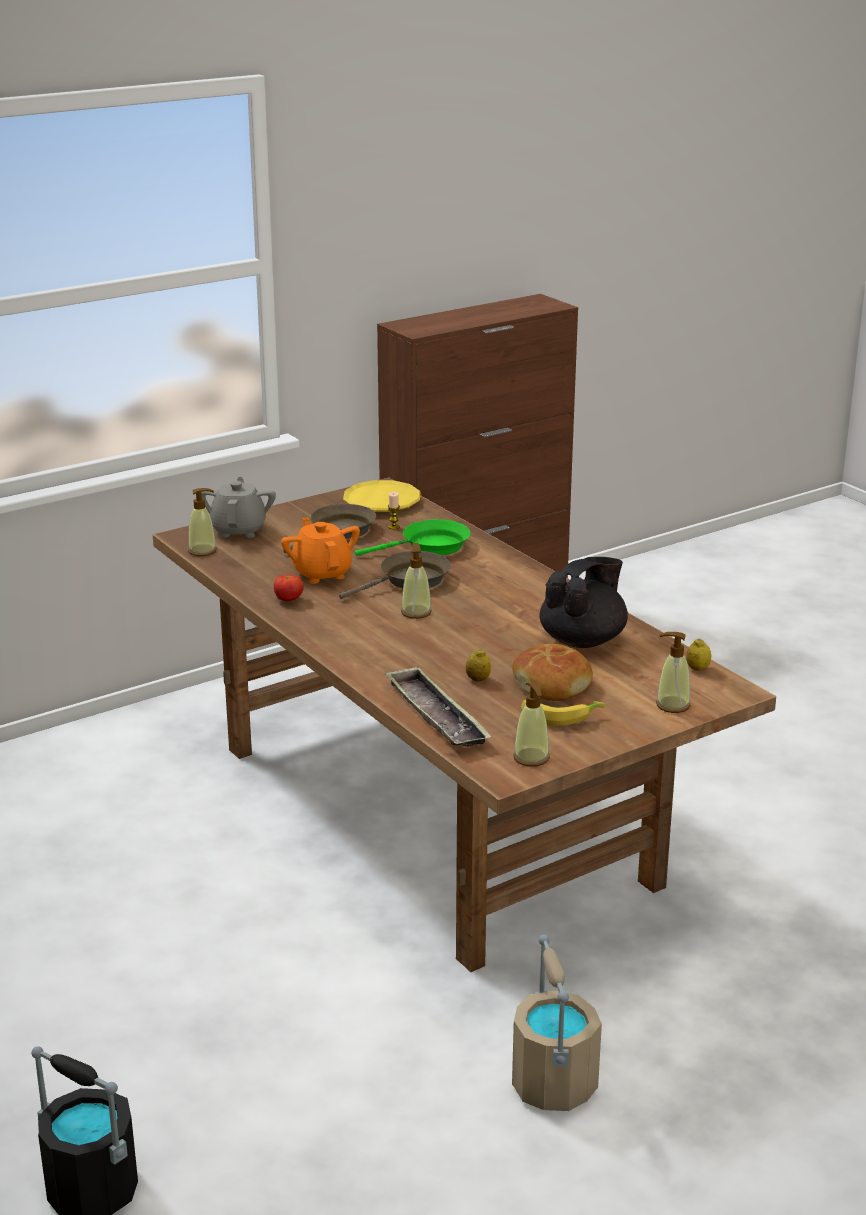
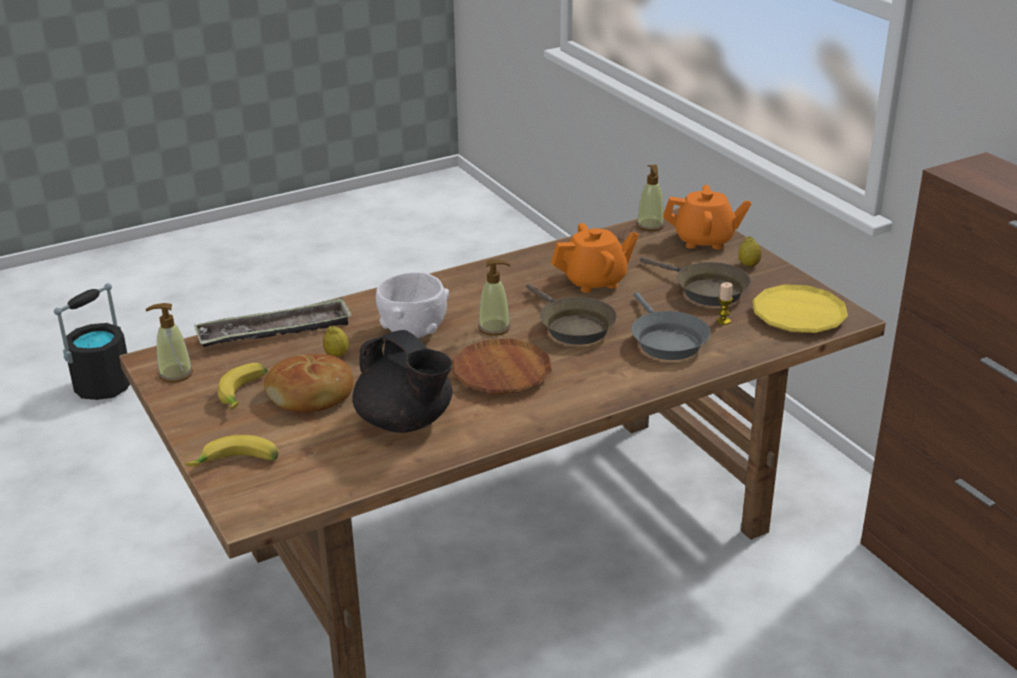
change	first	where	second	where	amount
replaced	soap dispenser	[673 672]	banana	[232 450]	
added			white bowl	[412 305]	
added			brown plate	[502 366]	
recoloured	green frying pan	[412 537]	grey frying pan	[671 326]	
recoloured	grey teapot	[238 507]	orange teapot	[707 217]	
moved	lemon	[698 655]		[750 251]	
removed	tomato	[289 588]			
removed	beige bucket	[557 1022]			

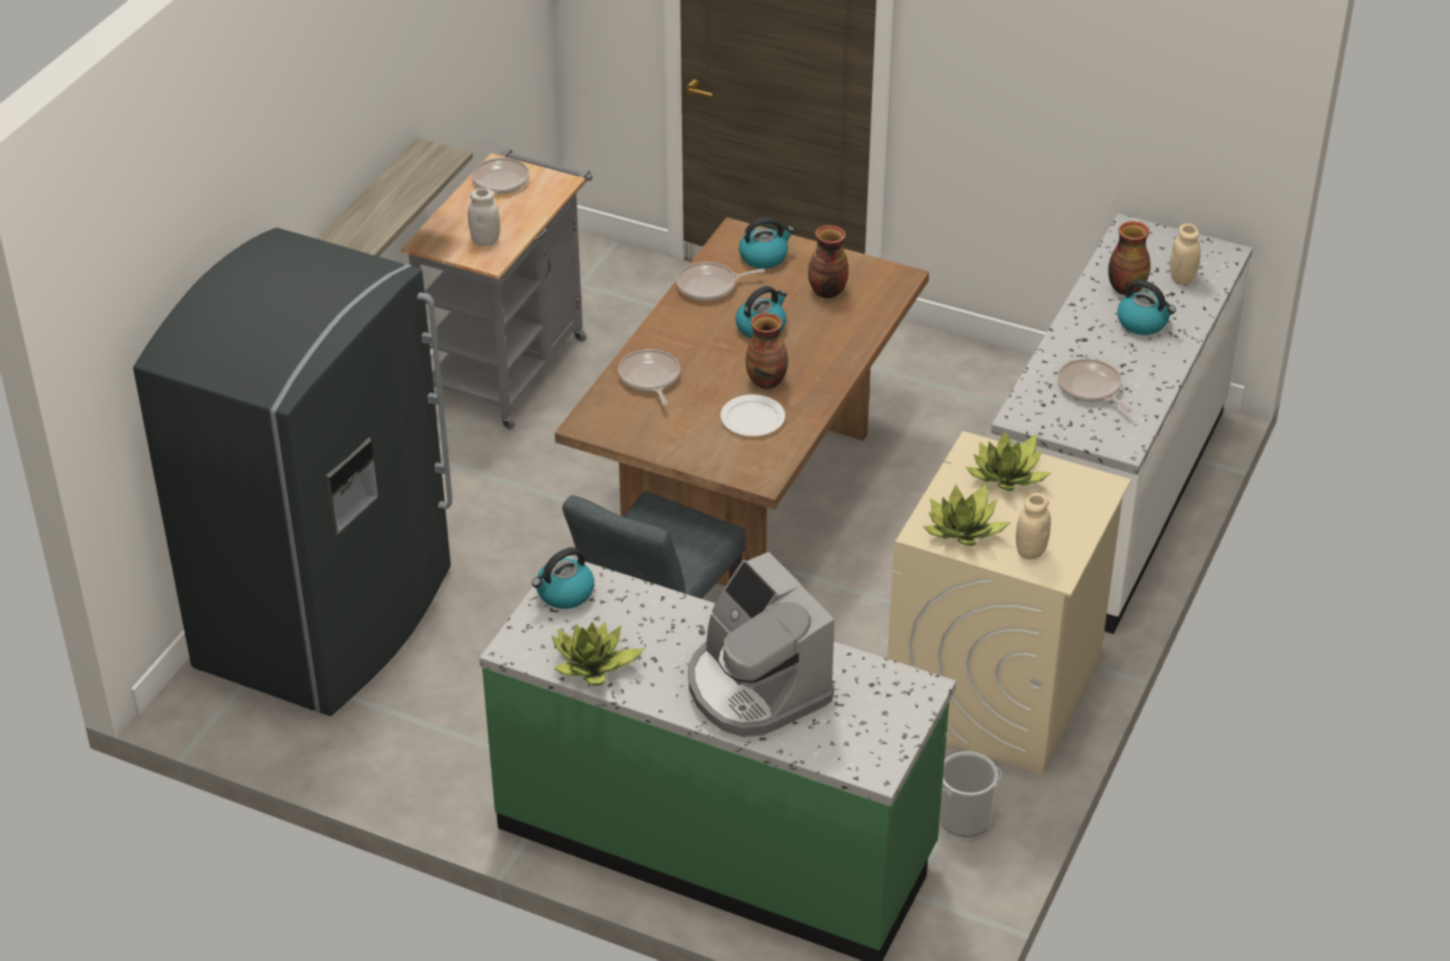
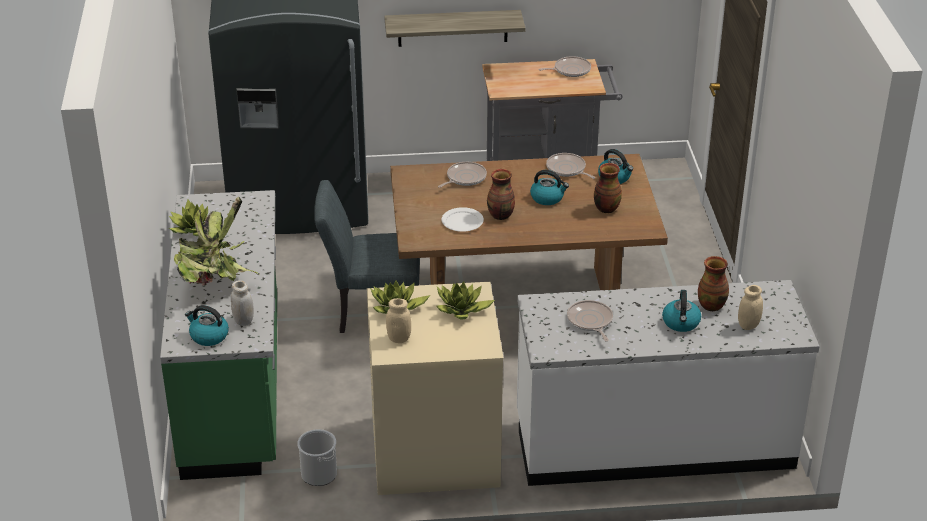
change	first	where	second	where	amount
replaced	coffee machine	[761 644]	potted plant	[216 241]	
moved	kettle	[563 578]		[207 325]	
moved	white jar	[484 217]		[242 303]	
turned	frying pan	[1094 385]		[590 320]	45 degrees counterclockwise

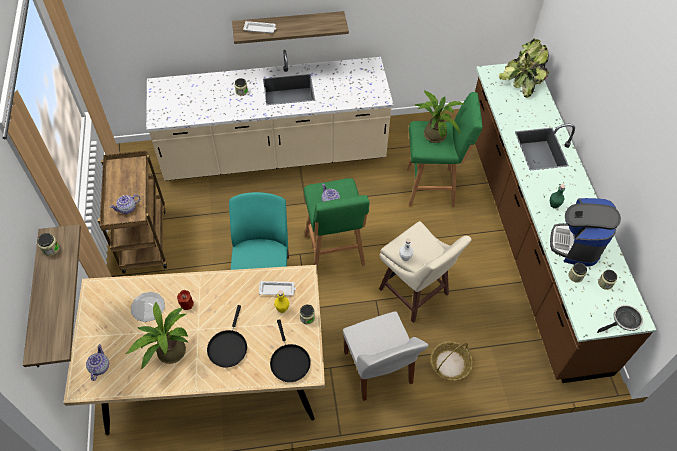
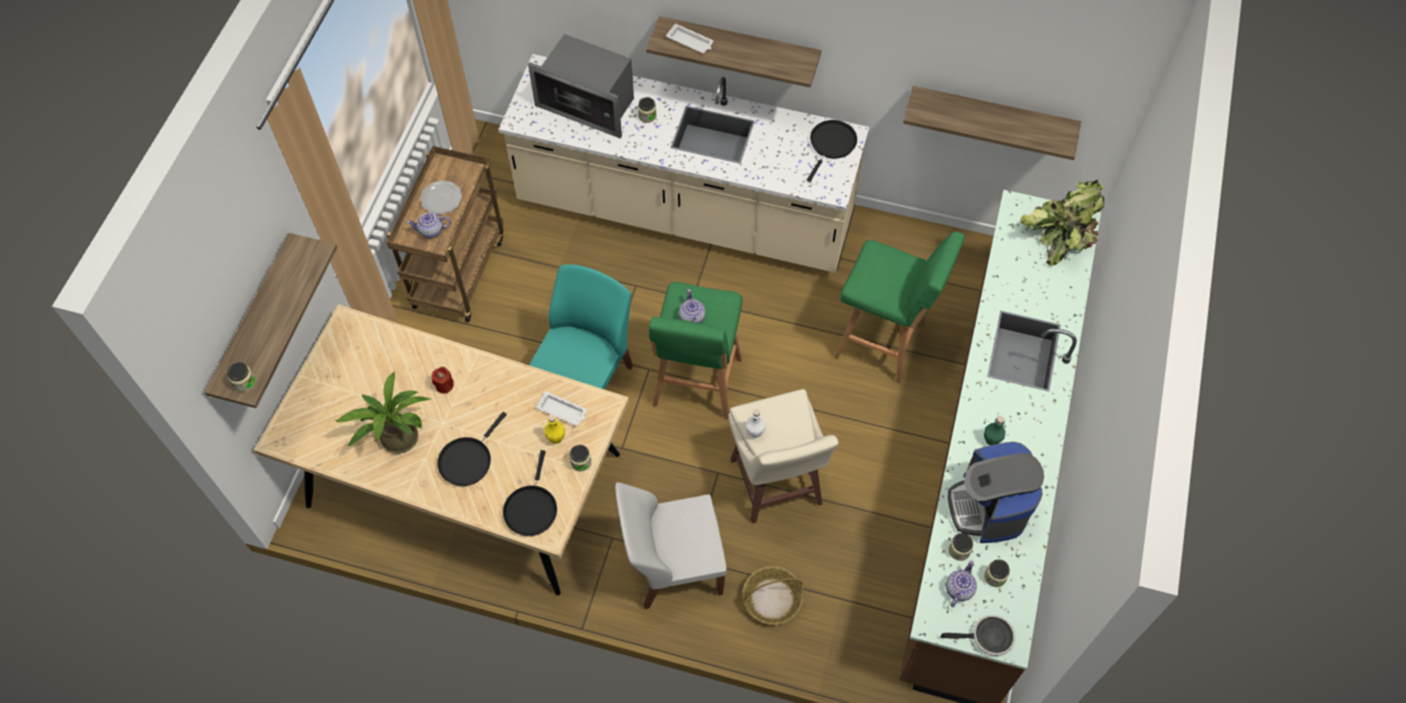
change	first	where	second	where	amount
moved	jar	[48 244]		[241 377]	
moved	plate	[148 307]		[441 197]	
added			microwave	[581 86]	
turned	white chair	[386 356]		[671 545]	75 degrees clockwise
added			black frying pan	[832 151]	
added			shelf	[992 123]	
moved	teapot	[97 362]		[961 583]	
turned	coffee machine	[585 232]		[996 492]	45 degrees counterclockwise
removed	potted plant	[440 117]			

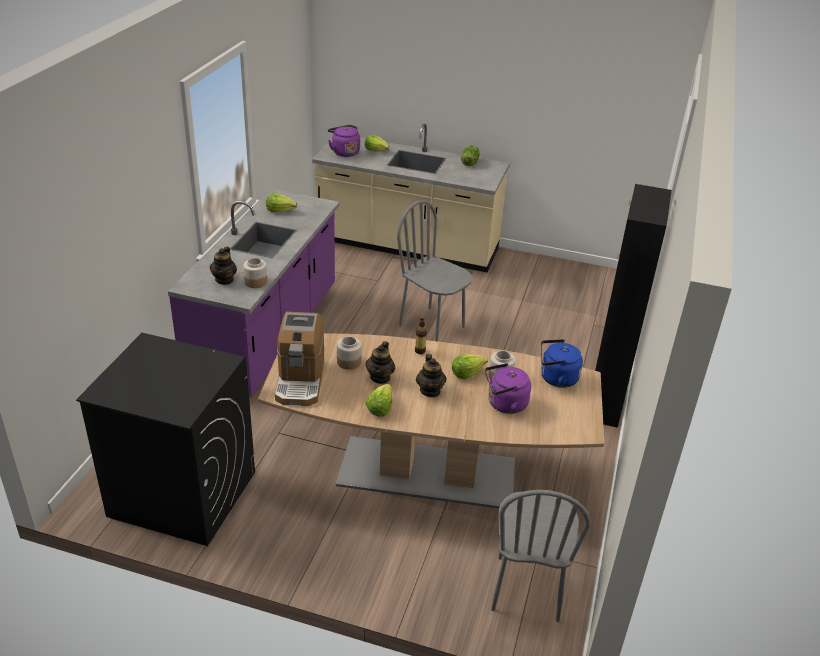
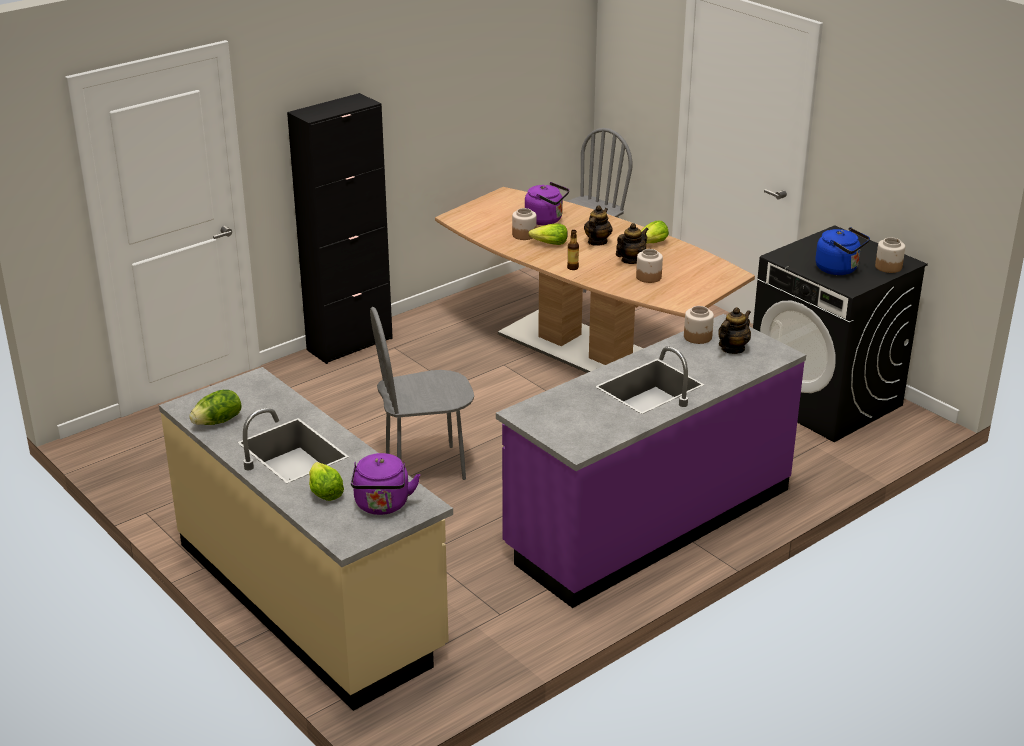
change	first	where	second	where	amount
turned	grey chair	[435 271]		[422 393]	90 degrees clockwise
moved	blue kettle	[562 363]		[842 251]	
added			jar	[890 255]	
removed	lettuce	[282 203]			
removed	coffee machine	[299 359]			

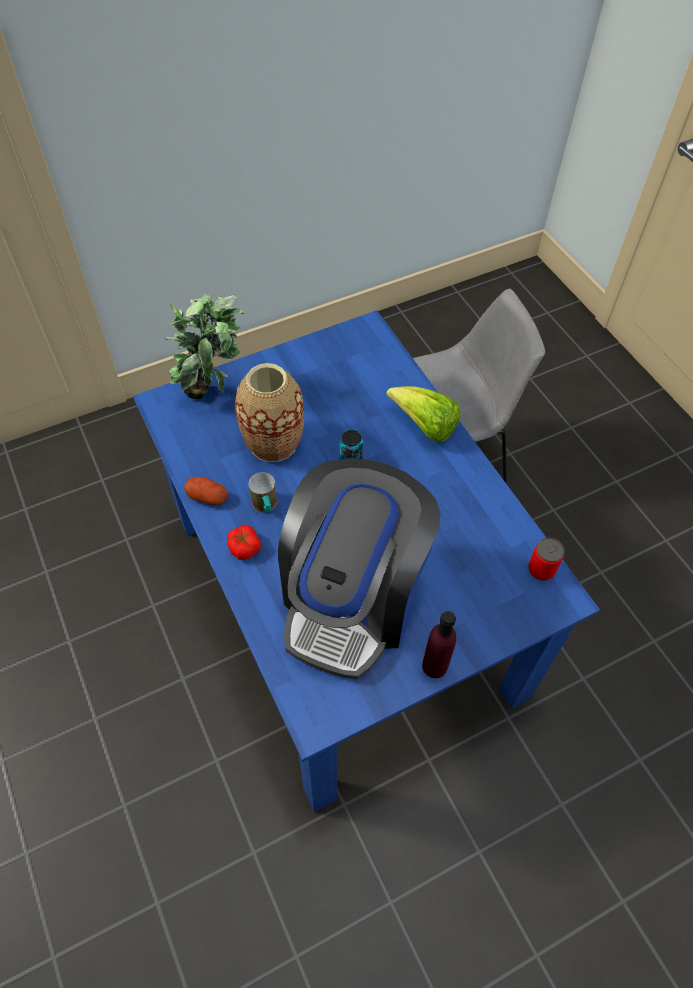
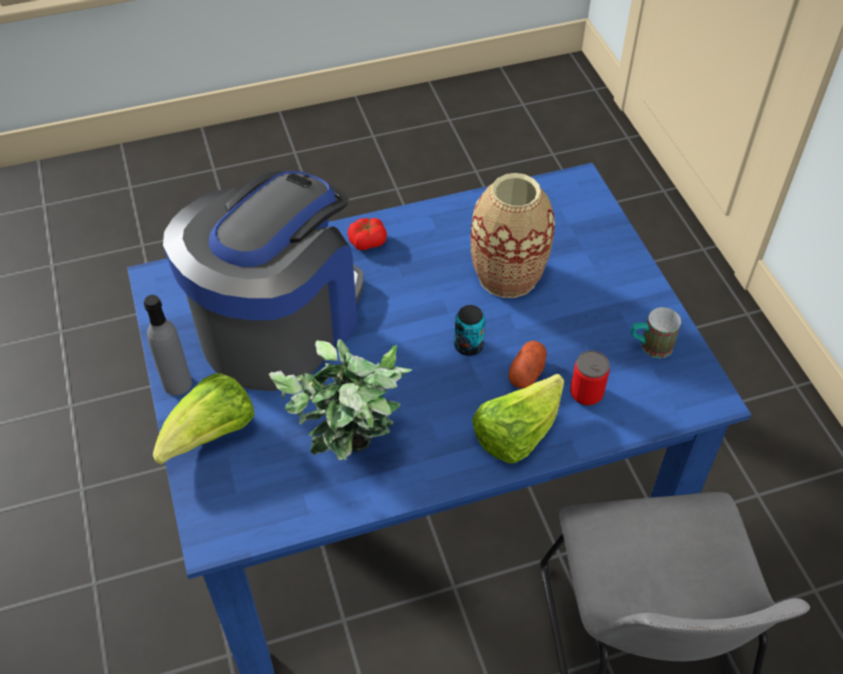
change	first	where	second	where	amount
recoloured	purple bottle	[439 644]	grey bottle	[168 345]	
added			lettuce	[203 418]	
turned	coffee machine	[359 569]		[263 281]	90 degrees clockwise
moved	potted plant	[204 346]		[340 399]	
moved	potato	[206 491]		[527 364]	
moved	can	[546 559]		[590 378]	
moved	mug	[262 492]		[656 332]	

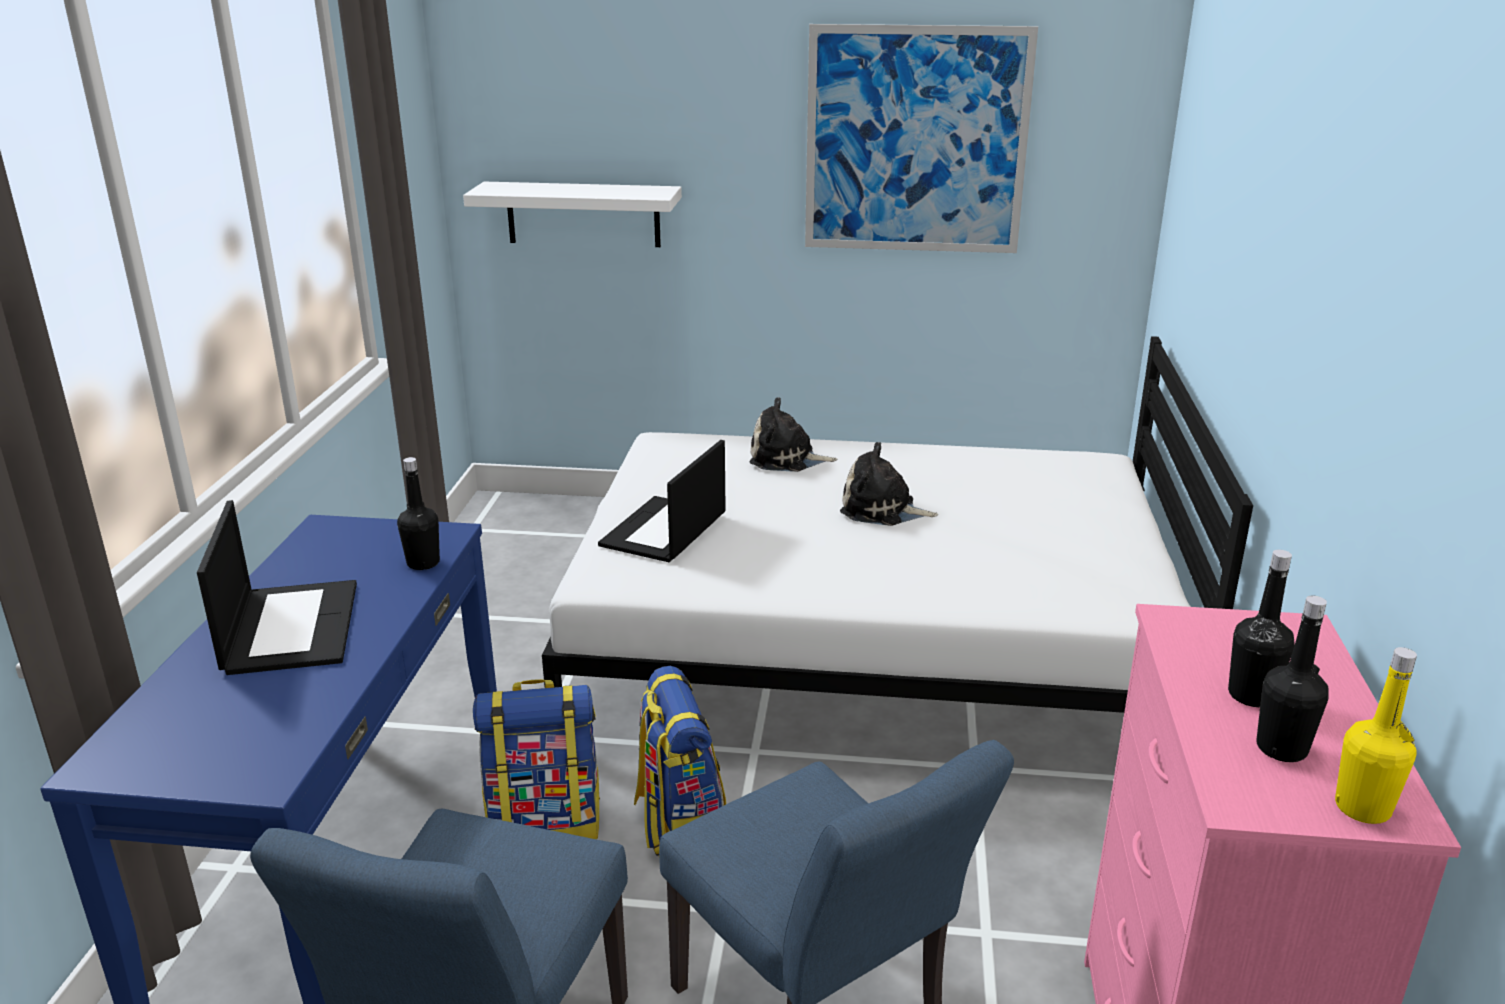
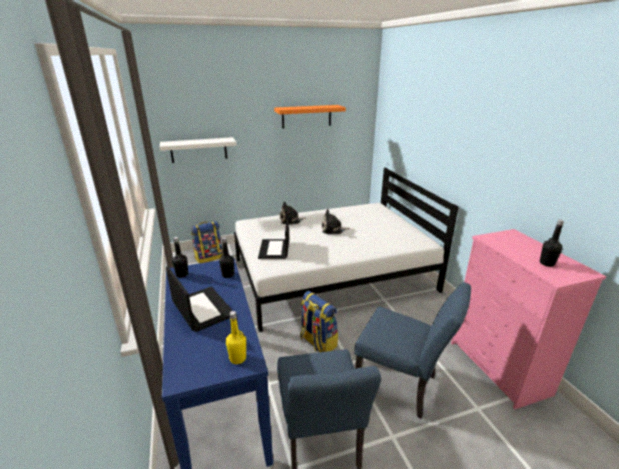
change	first	where	second	where	amount
moved	black bottle	[1261 628]		[180 257]	
moved	backpack	[536 759]		[207 242]	
moved	yellow bottle	[1376 735]		[236 337]	
replaced	picture	[921 138]	orange shelf	[310 116]	

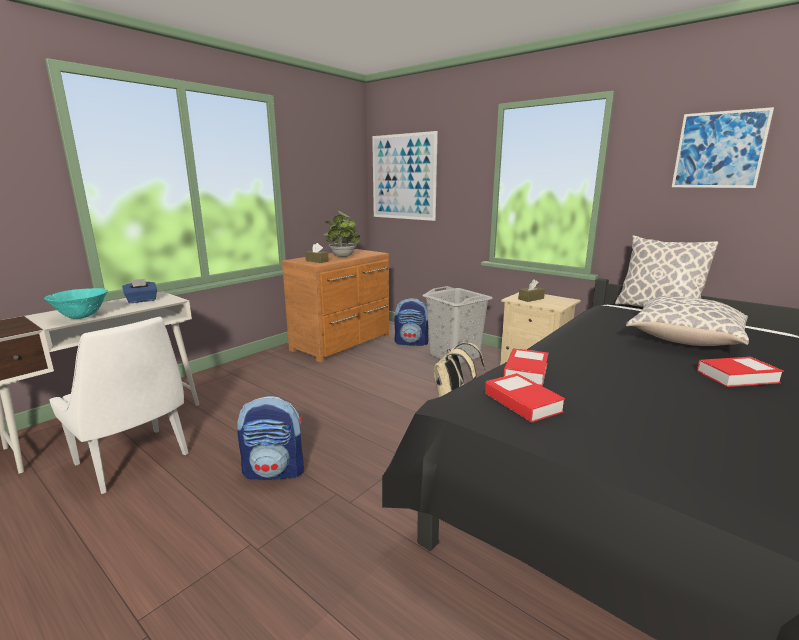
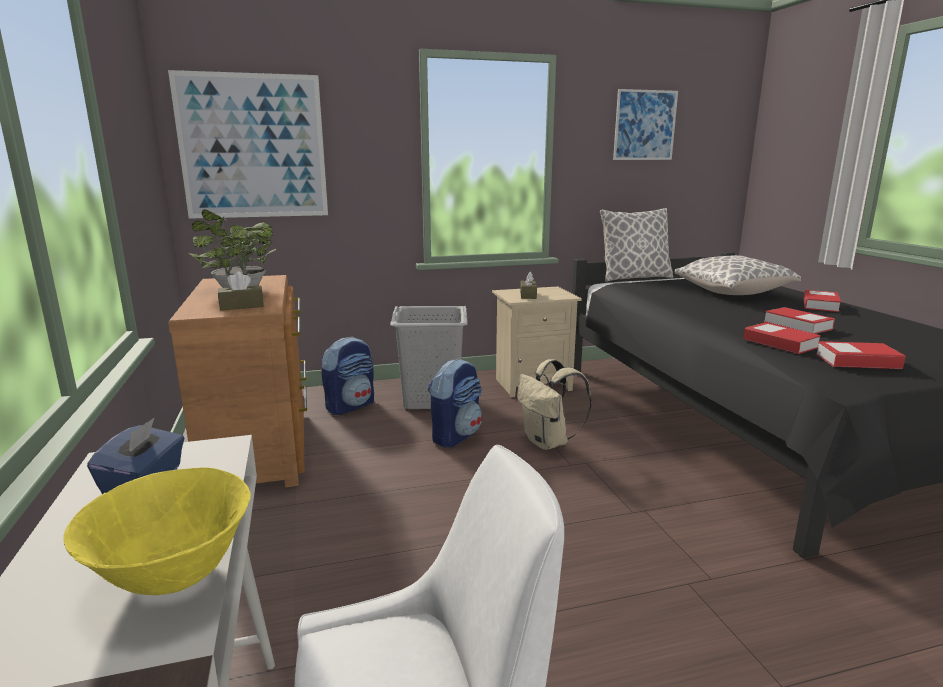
change	first	where	second	where	amount
recoloured	turquoise bowl	[76 303]	yellow bowl	[157 531]	
moved	backpack	[270 437]		[455 402]	
added			book	[799 320]	

